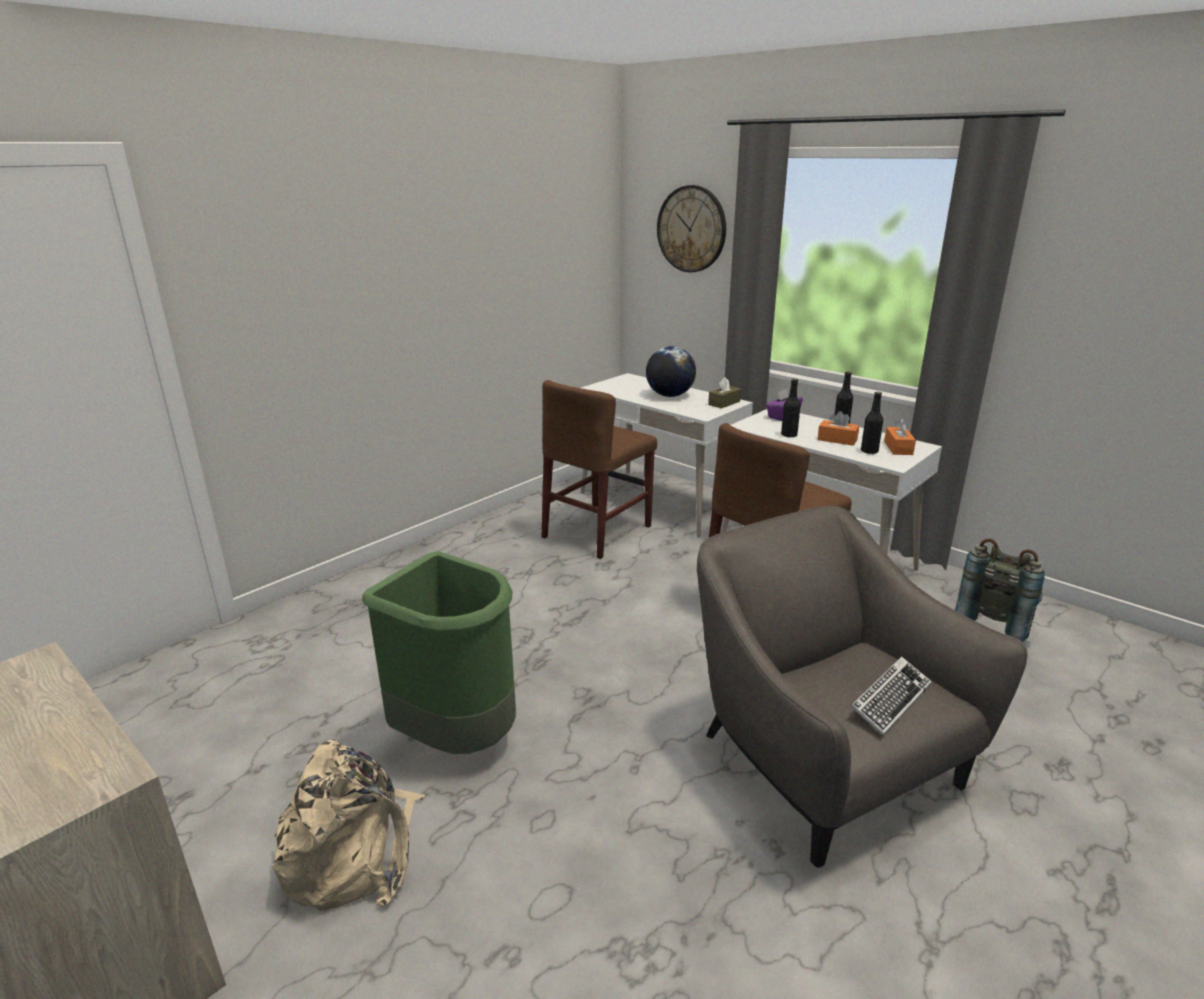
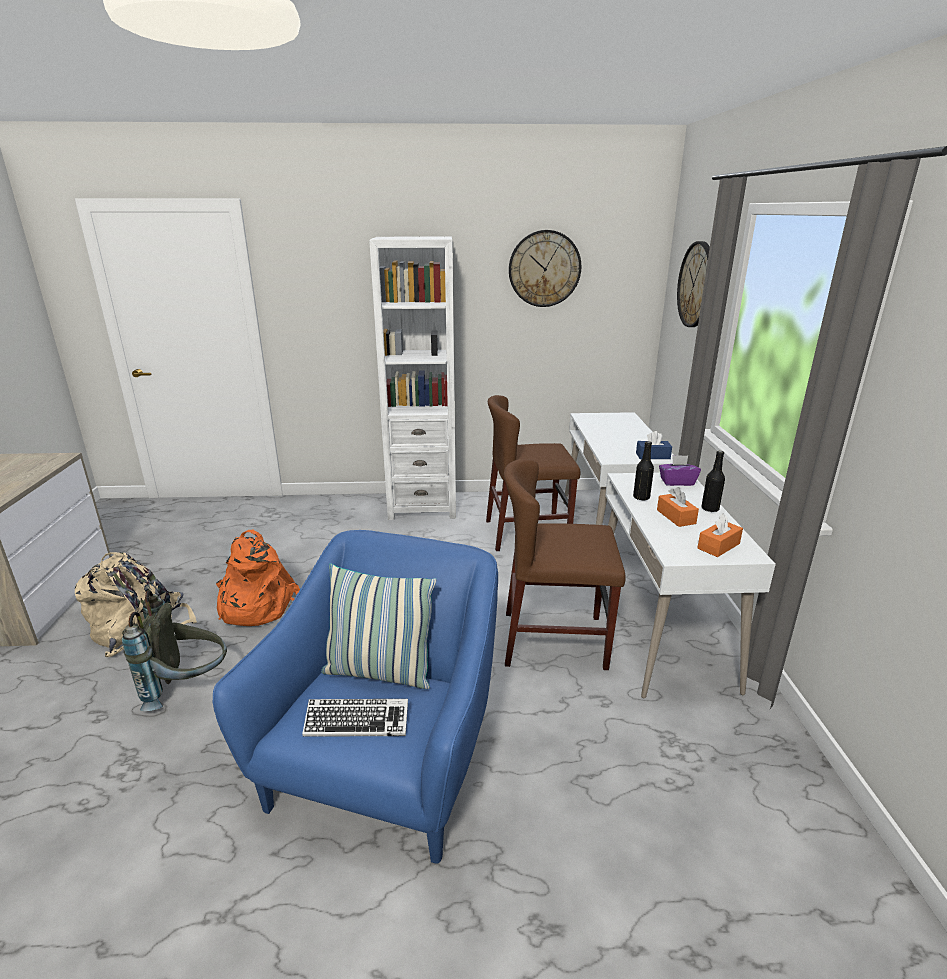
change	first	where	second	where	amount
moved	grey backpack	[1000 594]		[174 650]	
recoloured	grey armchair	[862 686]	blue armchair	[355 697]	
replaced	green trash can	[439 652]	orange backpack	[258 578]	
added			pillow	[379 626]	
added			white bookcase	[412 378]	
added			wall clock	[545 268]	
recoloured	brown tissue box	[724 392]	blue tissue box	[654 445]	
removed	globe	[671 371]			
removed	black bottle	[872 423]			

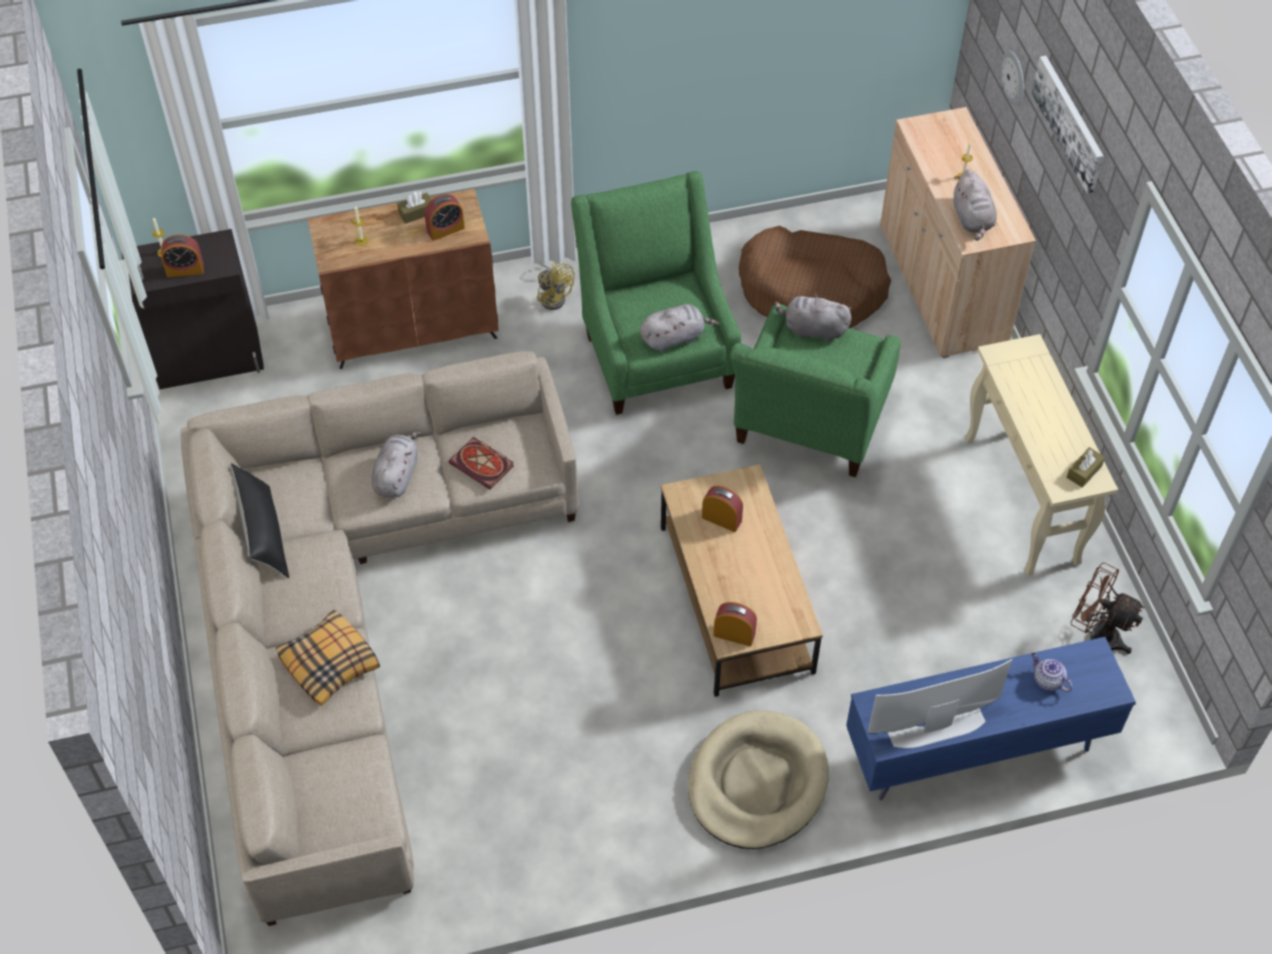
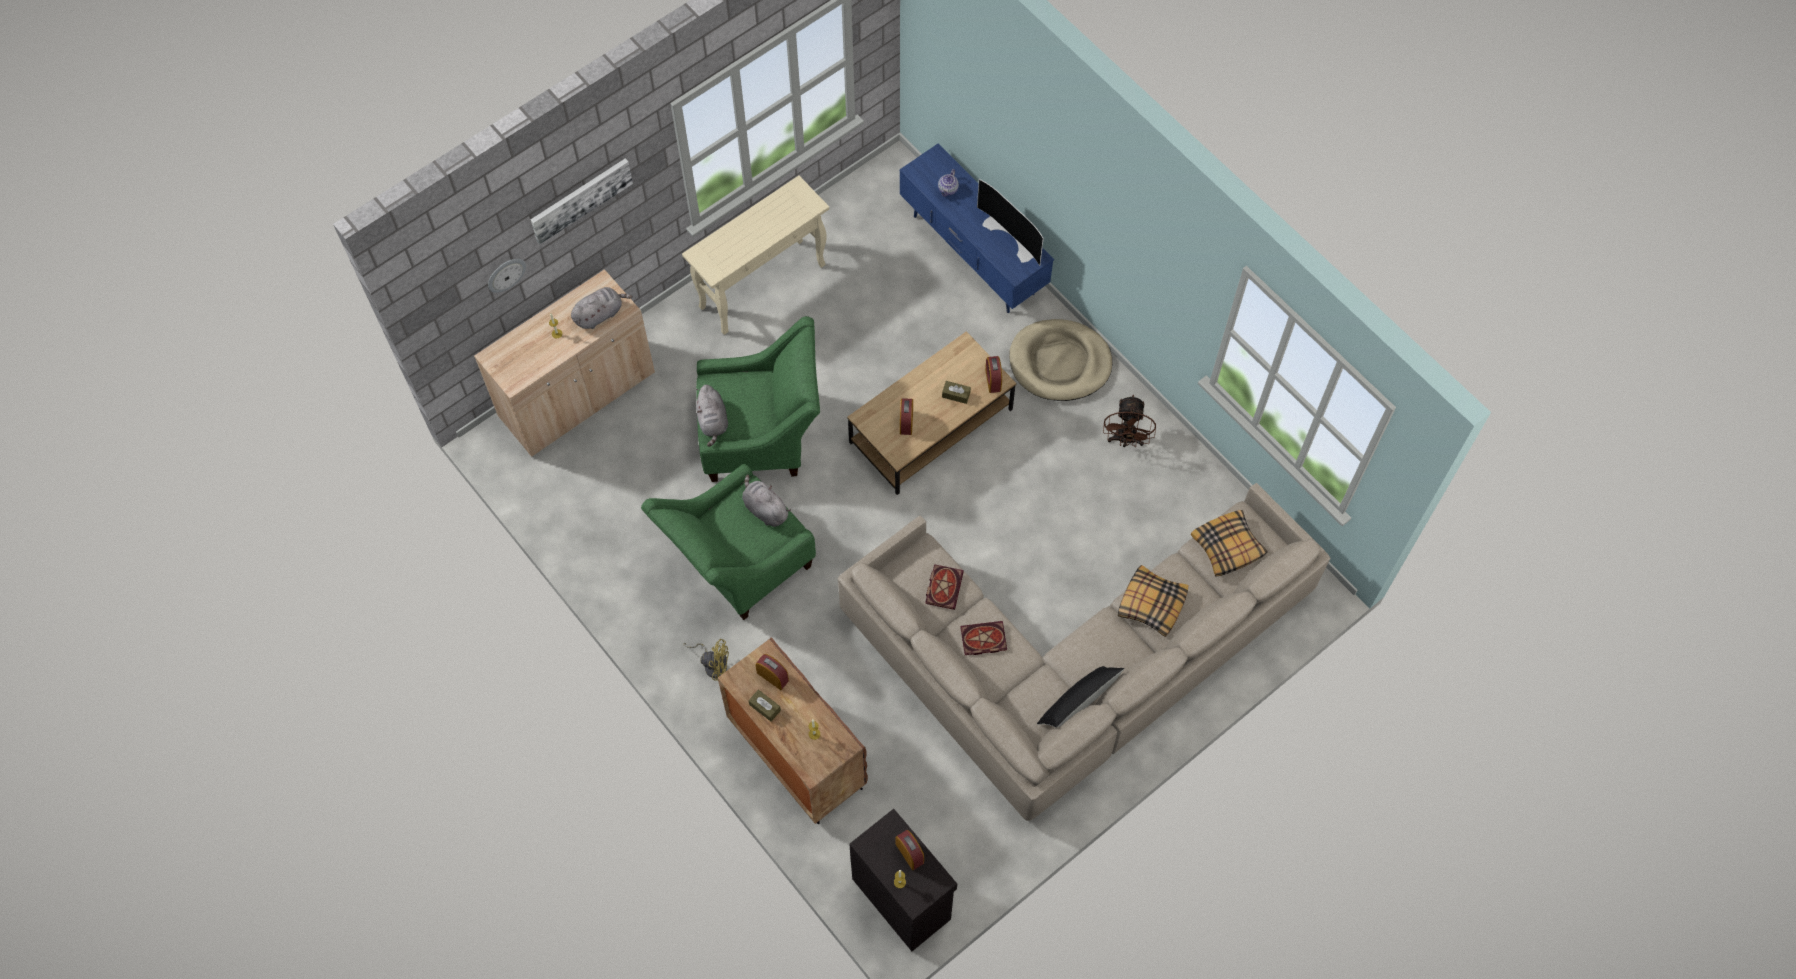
change	first	where	second	where	amount
turned	yellow fan	[555 285]		[706 660]	75 degrees clockwise
moved	brown tissue box	[1086 467]		[956 392]	
replaced	grey plush toy	[396 464]	book	[983 638]	
moved	brown fan	[1107 608]		[1129 421]	
added			pillow	[1229 543]	
removed	brown dog bed	[815 277]			

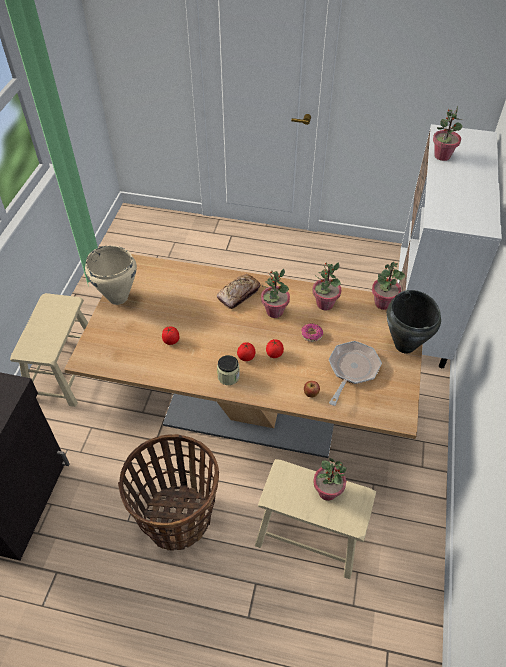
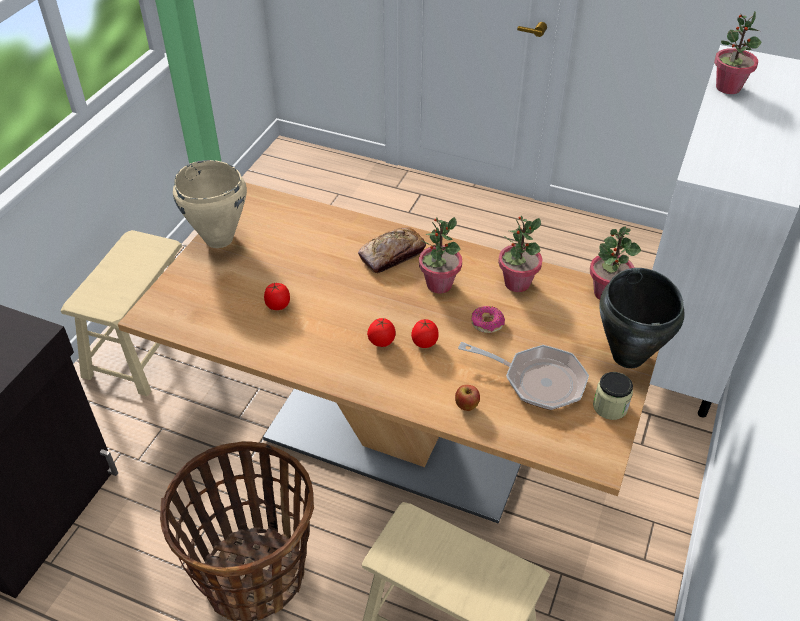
change	first	where	second	where	amount
turned	frying pan	[355 373]		[523 376]	75 degrees clockwise
moved	jar	[228 370]		[613 396]	
removed	potted plant	[329 479]			

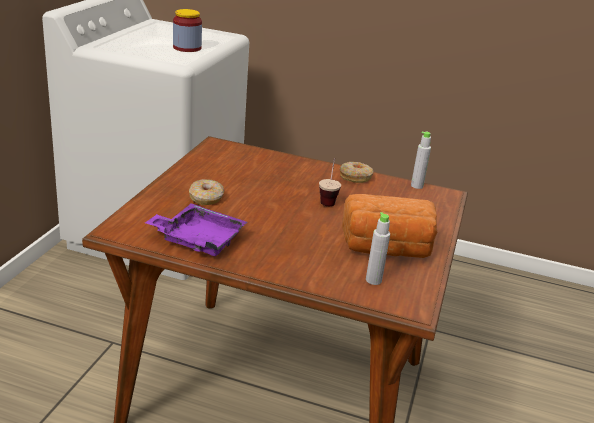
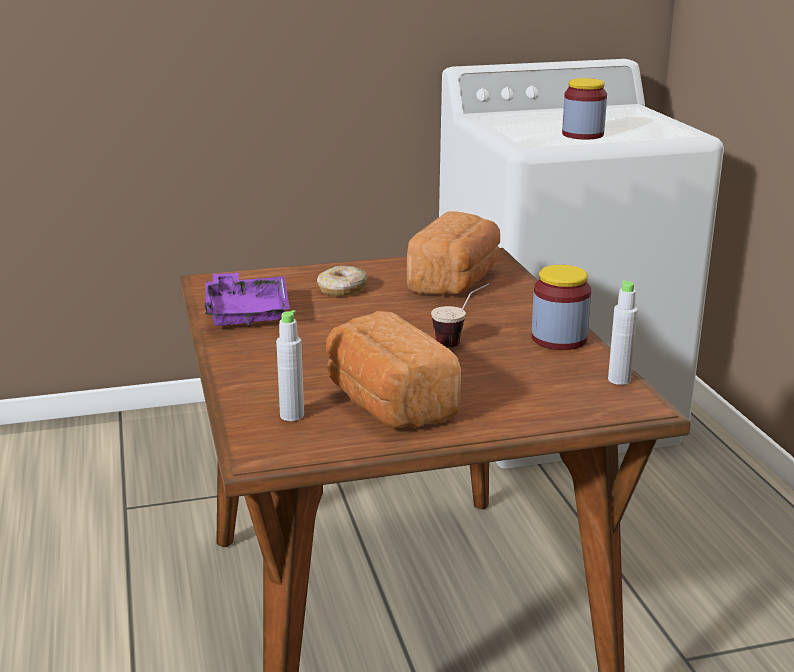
change	first	where	second	where	amount
added			bread	[453 253]	
replaced	donut	[356 172]	jar	[561 307]	

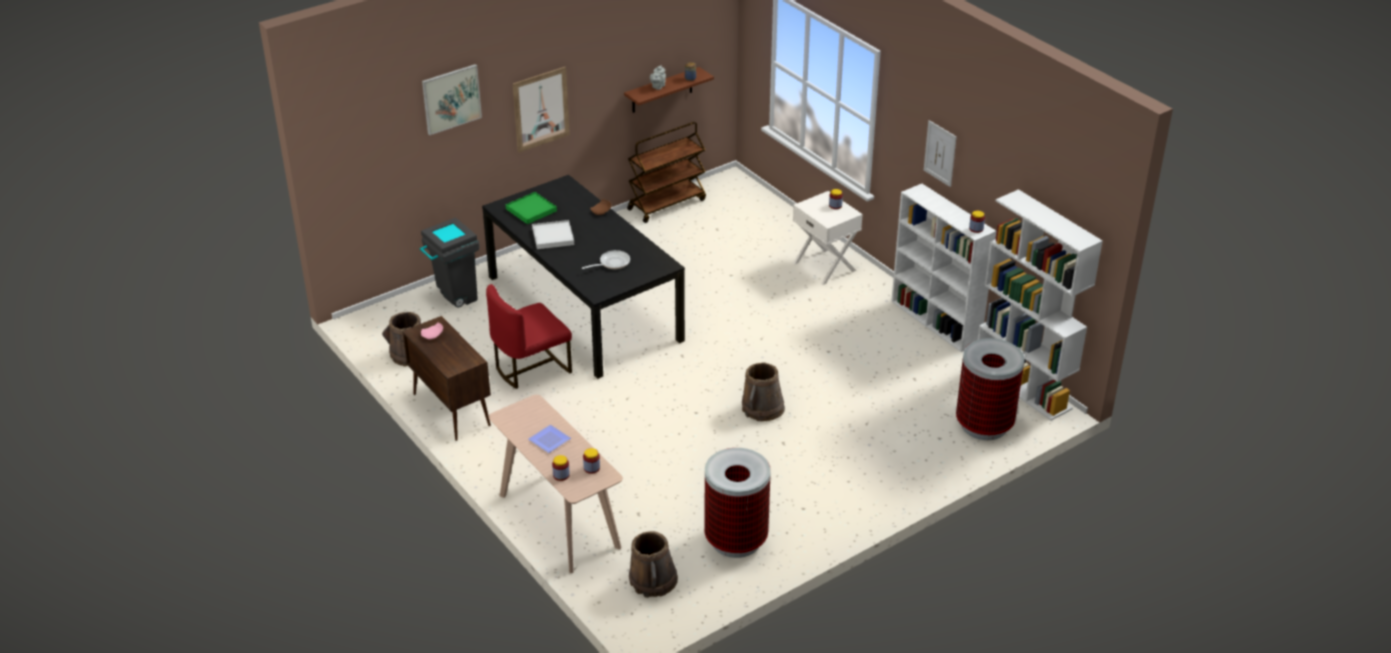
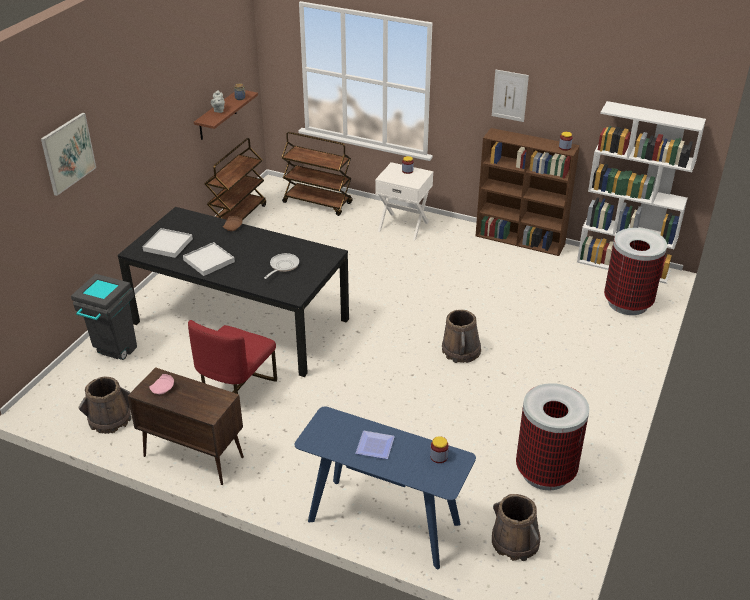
change	first	where	second	where	amount
recoloured	green tray	[531 208]	white tray	[167 243]	
added			brown cart	[317 174]	
recoloured	beige console table	[556 484]	blue console table	[385 488]	
recoloured	white bookcase	[943 268]	brown bookcase	[528 192]	
removed	picture	[541 110]			
removed	jar	[561 468]			

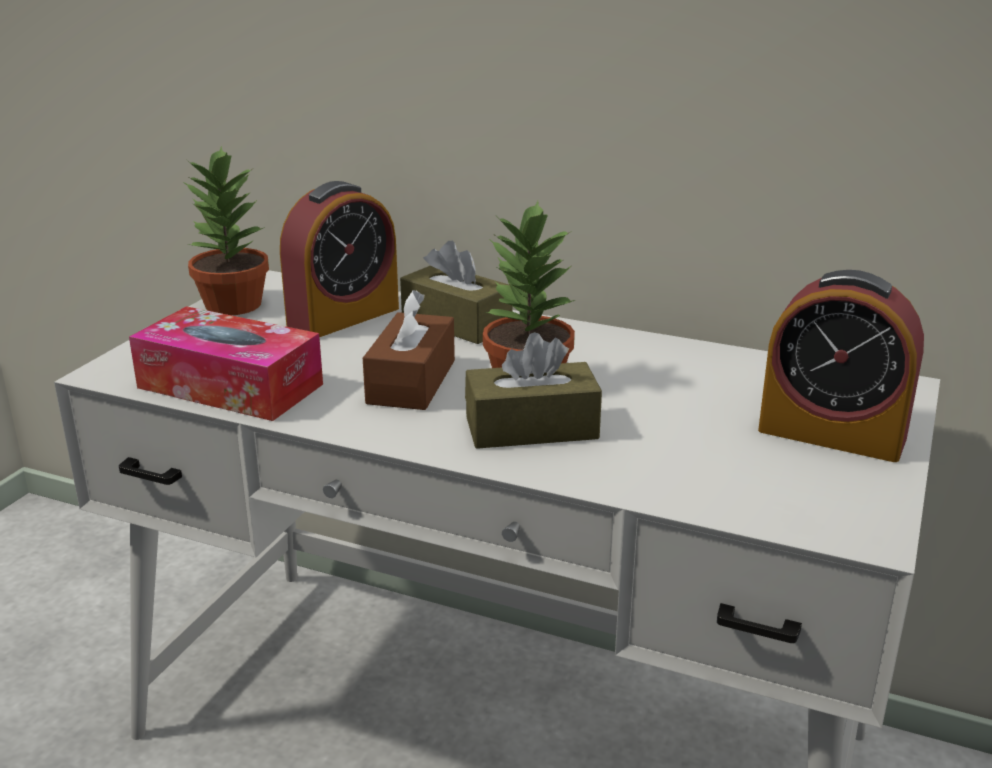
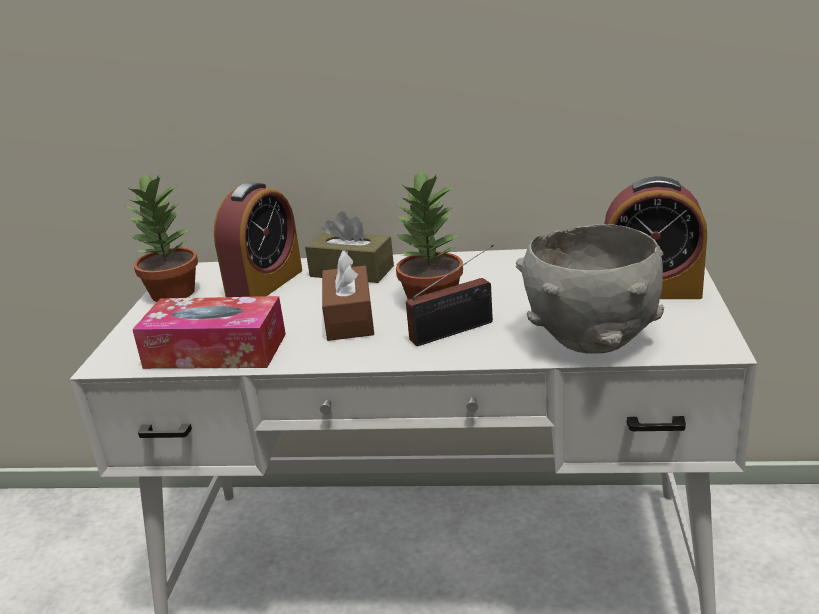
change	first	where	second	where	amount
replaced	brown tissue box	[533 390]	radio	[450 295]	
added			grey bowl	[590 289]	

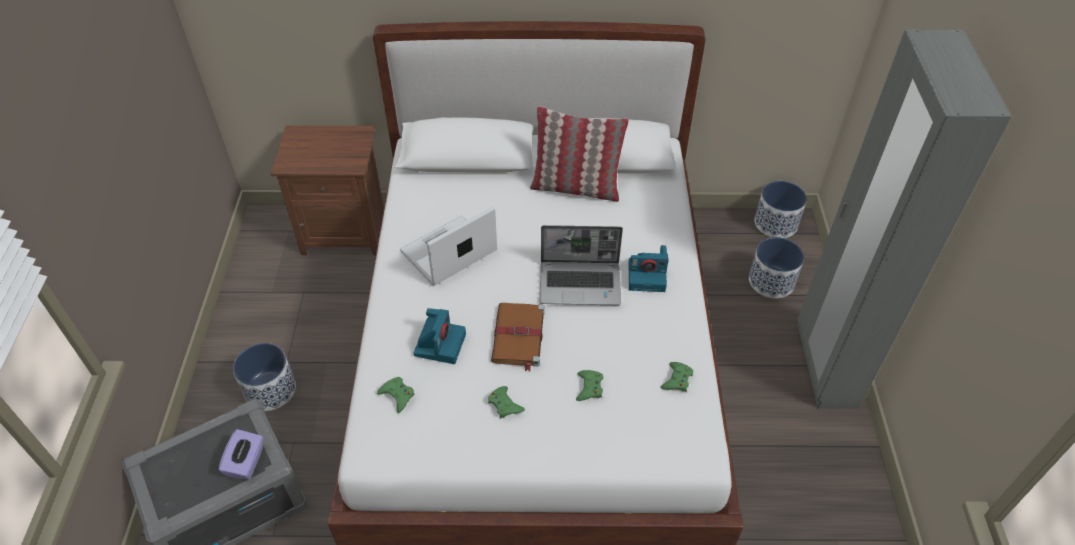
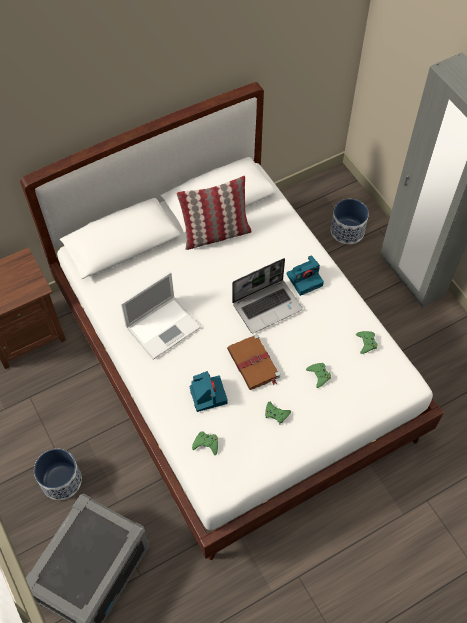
change	first	where	second	where	amount
turned	laptop	[448 246]		[160 315]	150 degrees counterclockwise
removed	purple tissue box	[241 454]			
removed	planter	[780 209]			

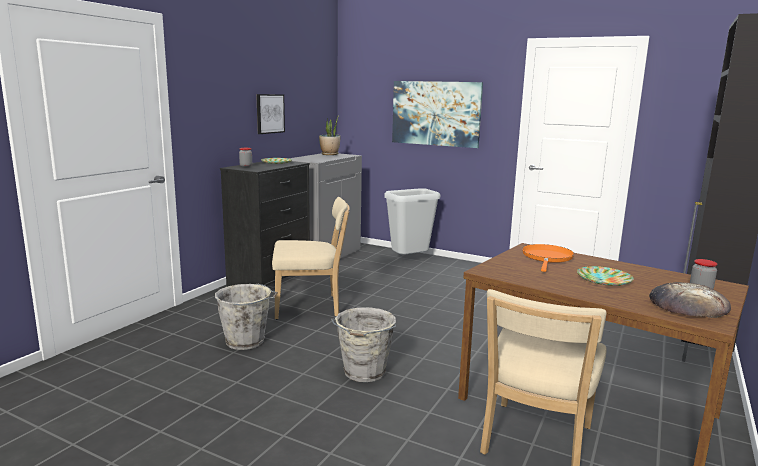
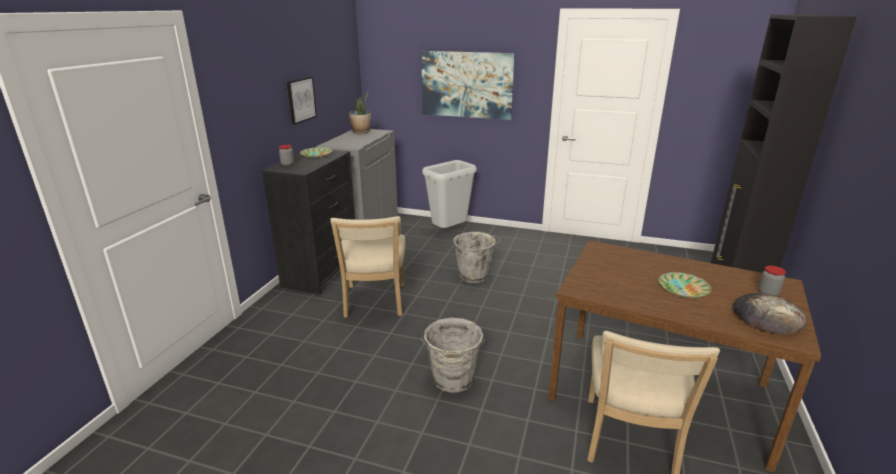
change	first	where	second	where	amount
turned	beige chair	[311 258]		[368 267]	105 degrees clockwise
moved	grey bucket	[246 317]		[477 257]	
removed	orange frying pan	[548 258]			

